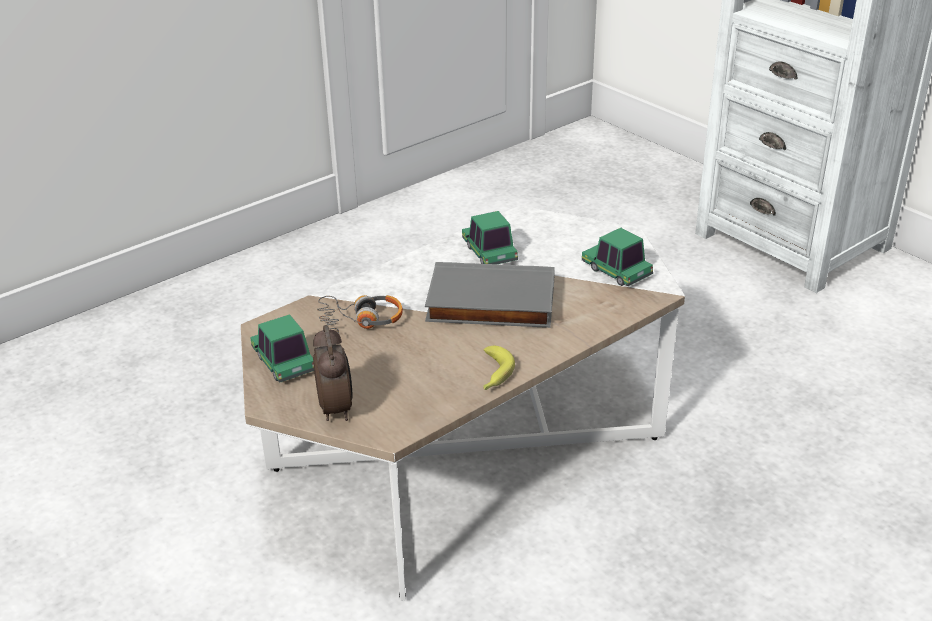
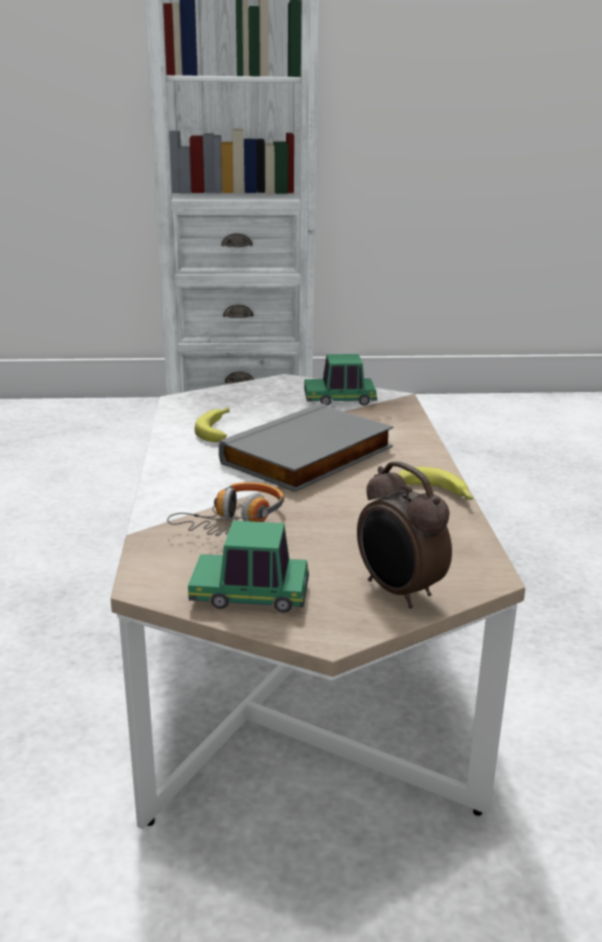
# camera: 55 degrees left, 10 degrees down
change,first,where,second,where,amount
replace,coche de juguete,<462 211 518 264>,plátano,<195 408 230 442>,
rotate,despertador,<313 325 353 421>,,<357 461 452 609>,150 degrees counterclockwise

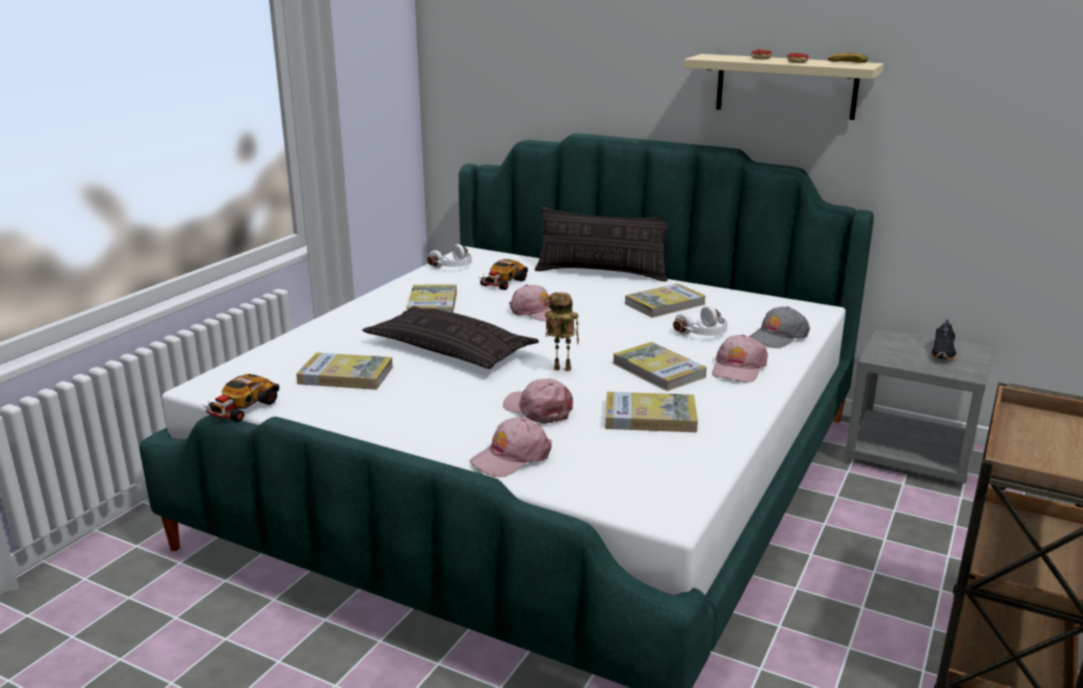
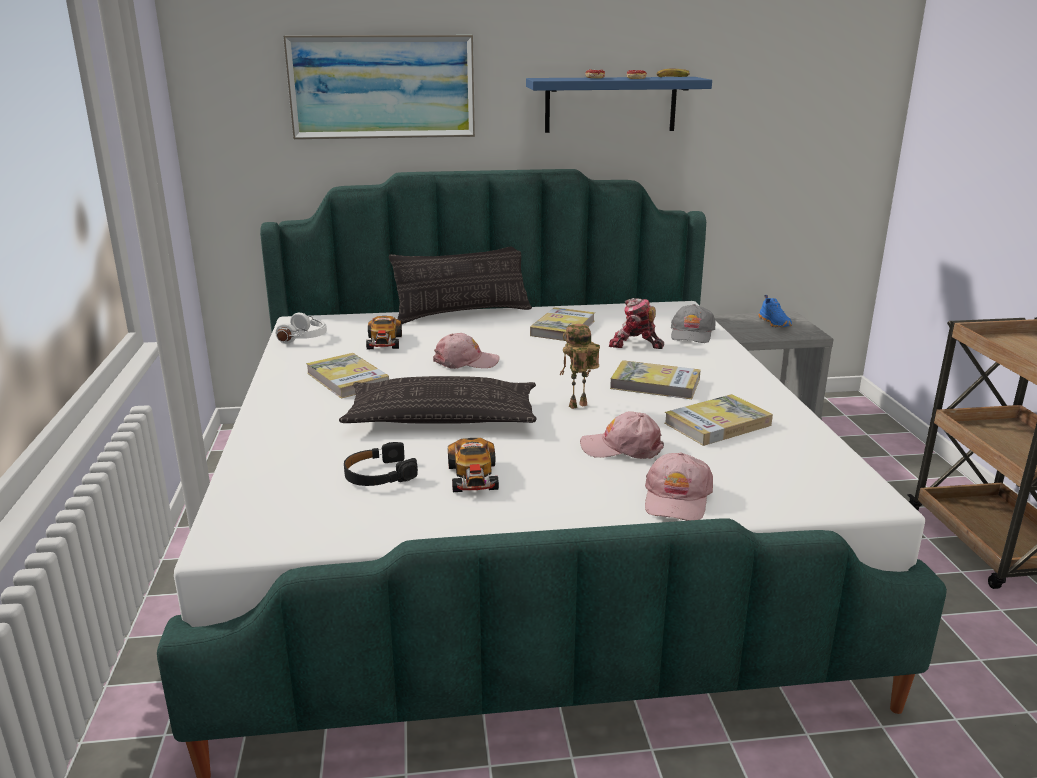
# camera: 35 degrees left, 0 degrees up
change,first,where,second,where,amount
insert,,,cuadro,<283 35 475 140>,
replace,libro,<296 352 393 390>,auriculares [negro],<344 442 418 486>,
move,coche de juguete,<203 374 279 422>,,<448 438 499 492>,
recolor,estante [beis],<684 54 884 120>,estante [azul],<526 77 712 133>,
replace,auriculares [blanco],<673 306 728 336>,robot de juguete,<609 298 664 349>,
recolor,zapato [negro],<930 319 956 360>,zapato [azul],<758 295 792 327>,
delete,gorra [rosa],<712 334 768 383>,,,

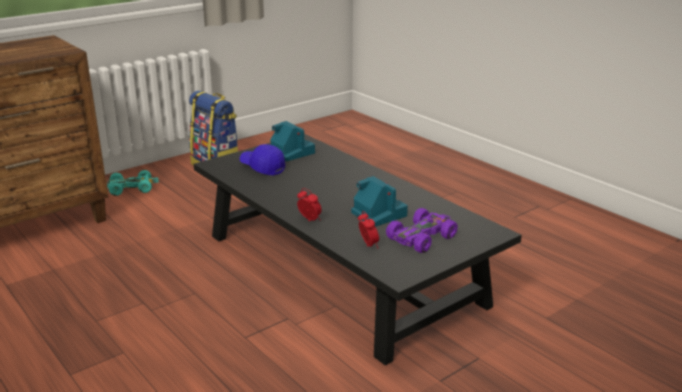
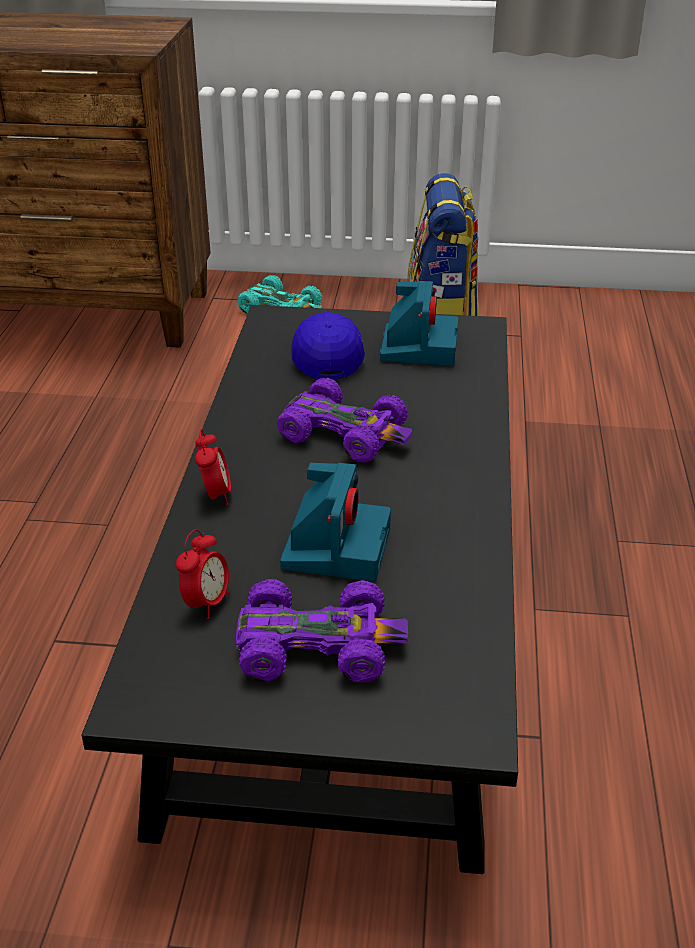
# camera: 45 degrees right, 10 degrees up
change,first,where,second,where,amount
insert,,,coche de juguete [morado],<277 378 412 463>,

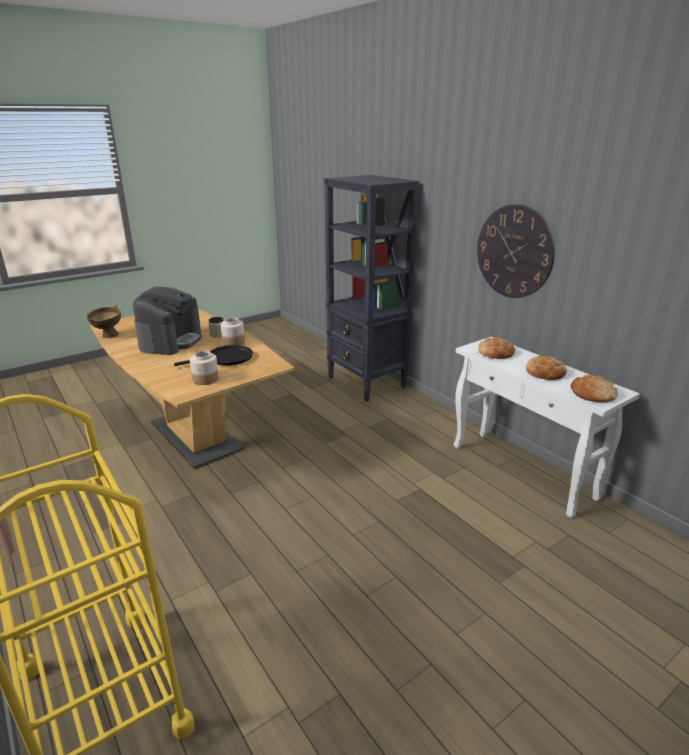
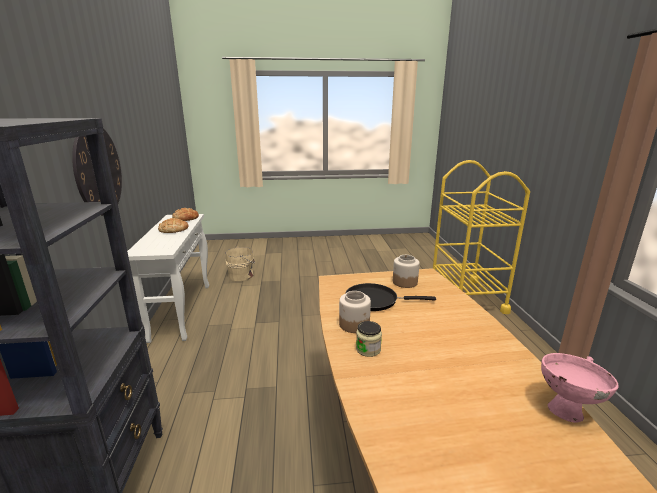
# camera: 150 degrees left, 5 degrees down
change,first,where,second,where,amount
insert,,,cubo [beis],<226 246 255 281>,
recolor,cuenco [marrón],<87 305 121 338>,cuenco [rosa],<541 353 619 423>,
delete,cafetera,<133 287 202 355>,,,
delete,pan,<478 337 515 359>,,,

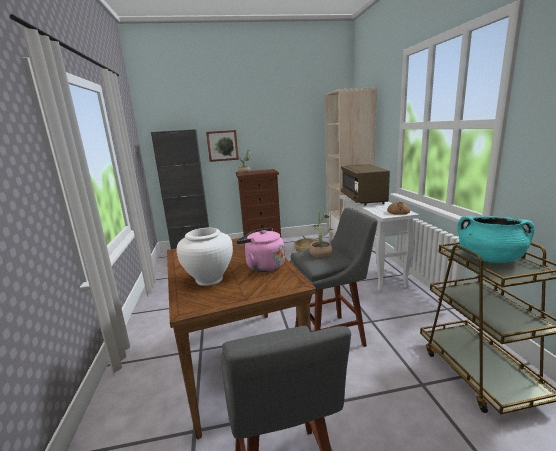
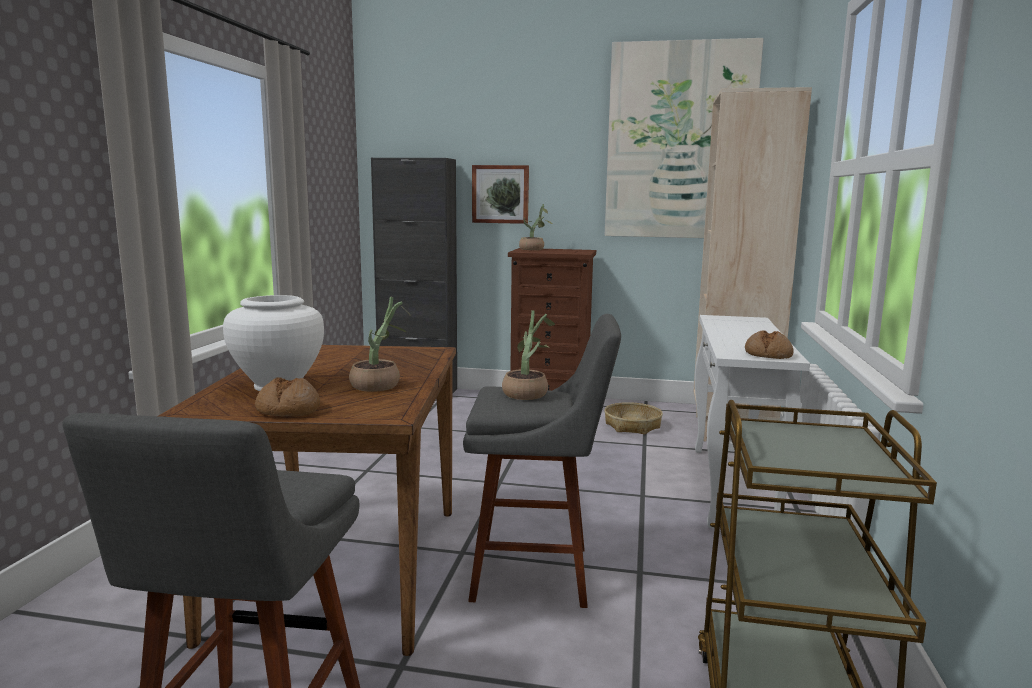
# camera: 20 degrees right, 5 degrees down
change,first,where,second,where,amount
insert,,,pan,<255 377 320 416>,
replace,hervidor [rosa],<236 228 285 272>,planta en maceta,<349 297 410 392>,
insert,,,cuadro,<605 38 764 238>,
delete,microondas [marrón],<341 164 390 206>,,,
delete,olla [turquesa],<457 216 534 263>,,,

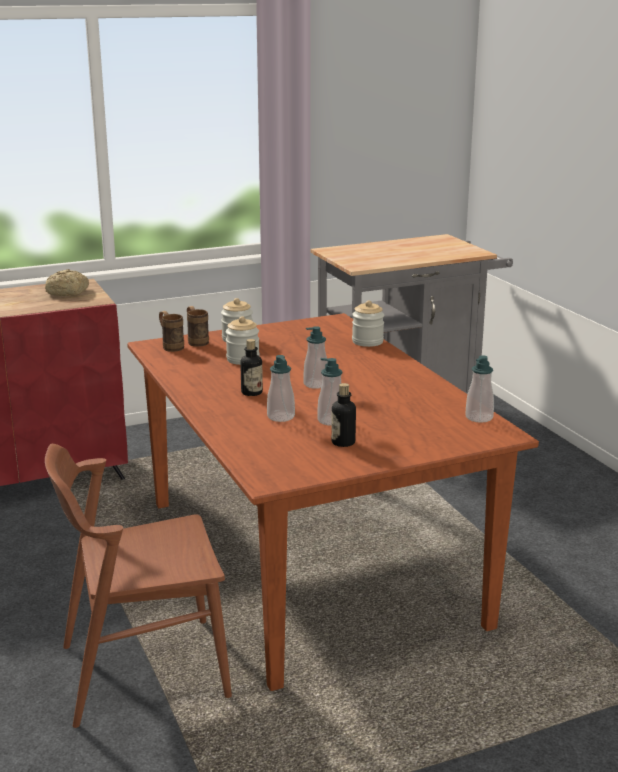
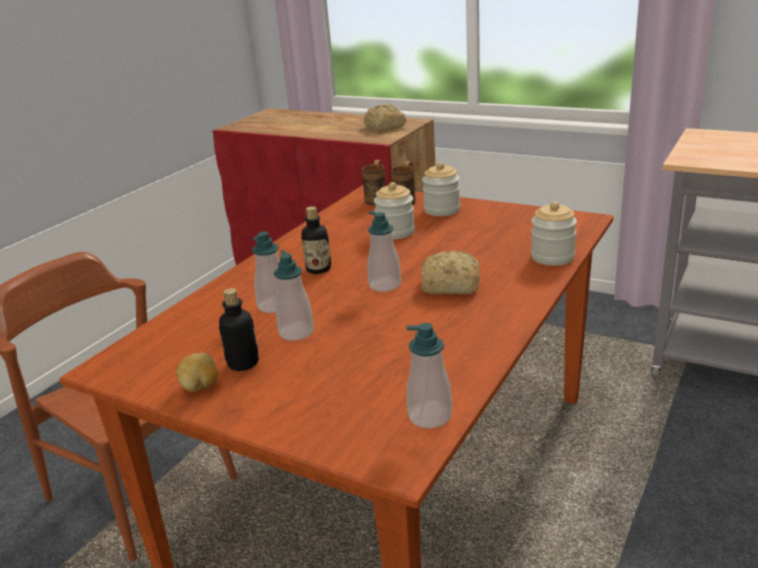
# camera: 55 degrees right, 5 degrees up
change,first,where,second,where,amount
insert,,,patata,<176 353 218 392>,
insert,,,pan,<421 250 480 294>,

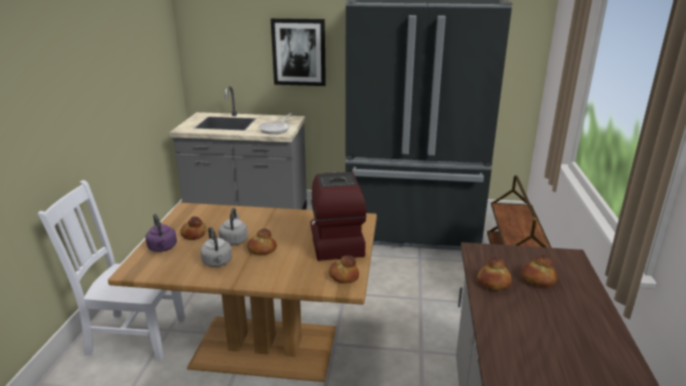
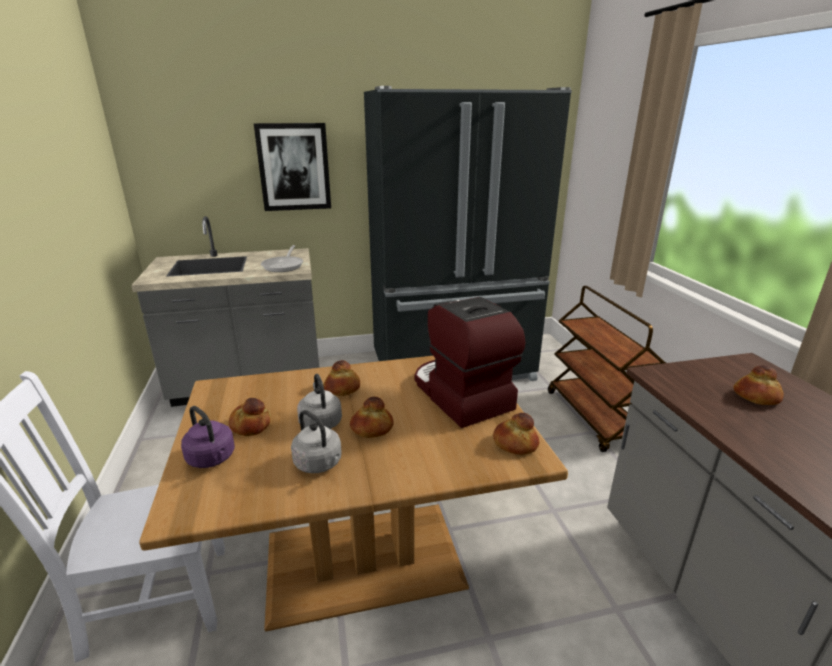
# camera: 20 degrees left, 0 degrees up
change,first,where,second,where,amount
move,pan,<477 257 512 290>,,<323 360 360 396>,

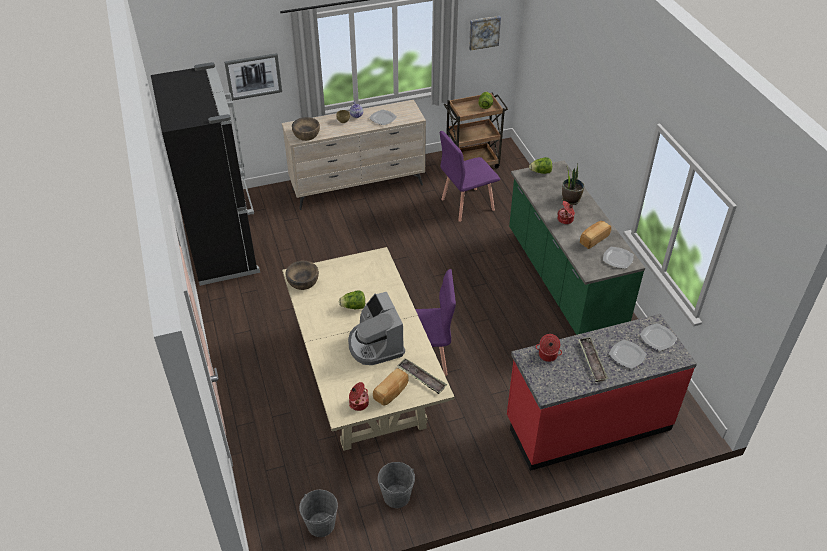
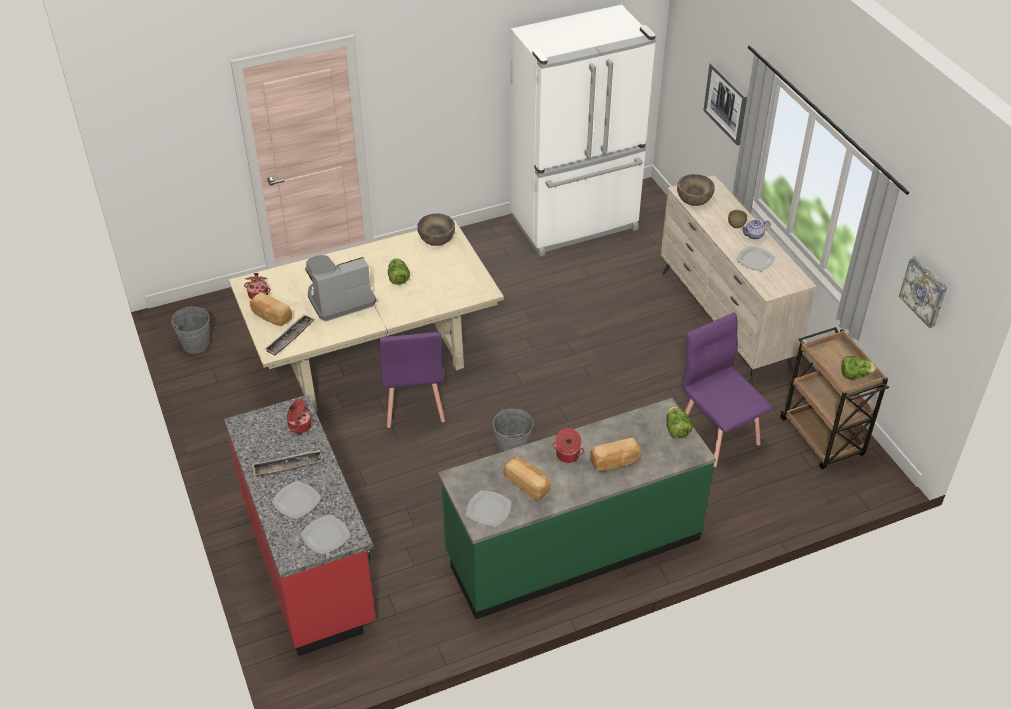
# camera: 85 degrees right, 0 degrees up
change,first,where,second,where,amount
move,cubo [gris],<378 462 415 508>,,<493 409 533 453>,
recolor,nevera [negro],<151 62 260 286>,nevera [blanco],<510 5 656 256>,
replace,planta en maceta,<562 164 585 205>,pan,<590 438 641 472>,

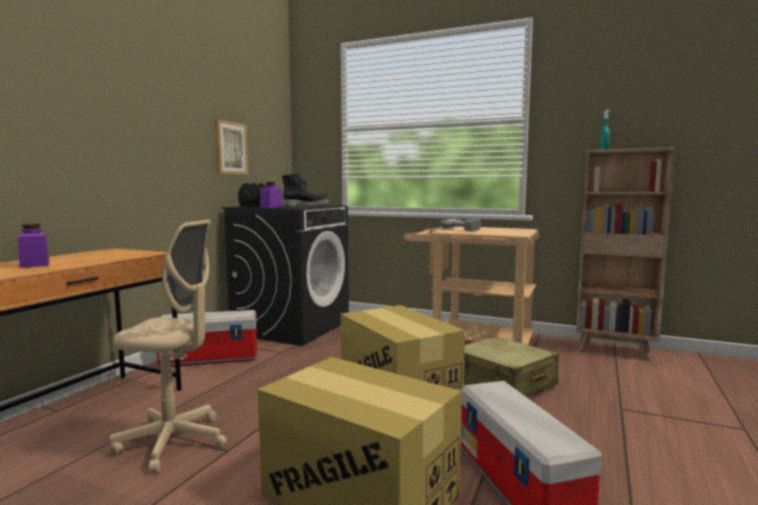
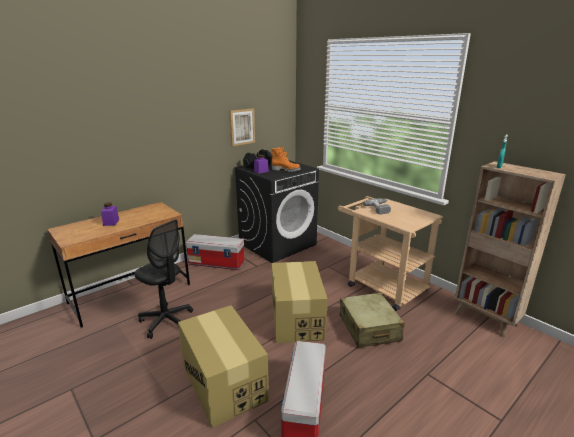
# camera: 25 degrees right, 15 degrees up
change,first,where,second,where,amount
recolor,silla de oficina [beis],<109 220 227 474>,silla de oficina [negro],<135 219 193 339>,
recolor,bota [negro],<282 173 329 206>,bota [naranja],<271 147 301 172>,

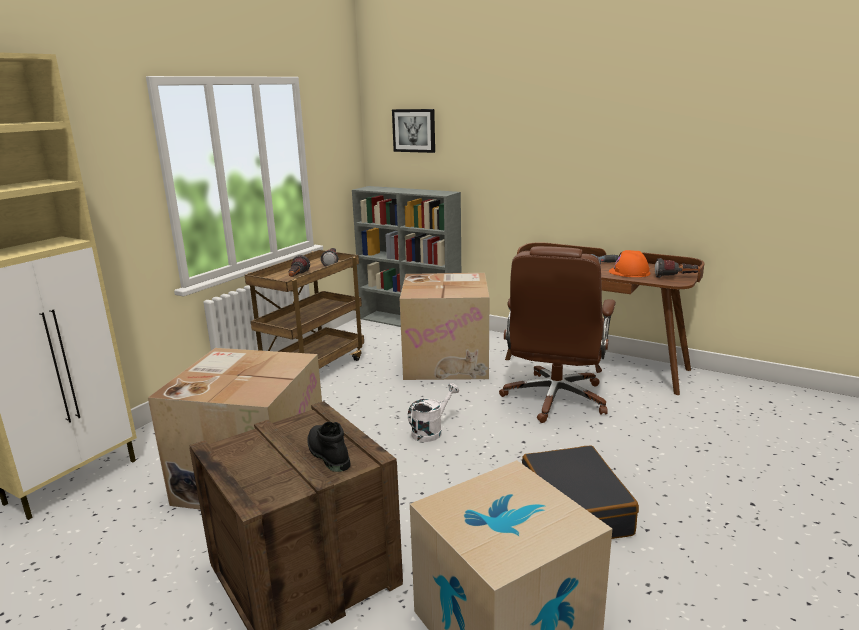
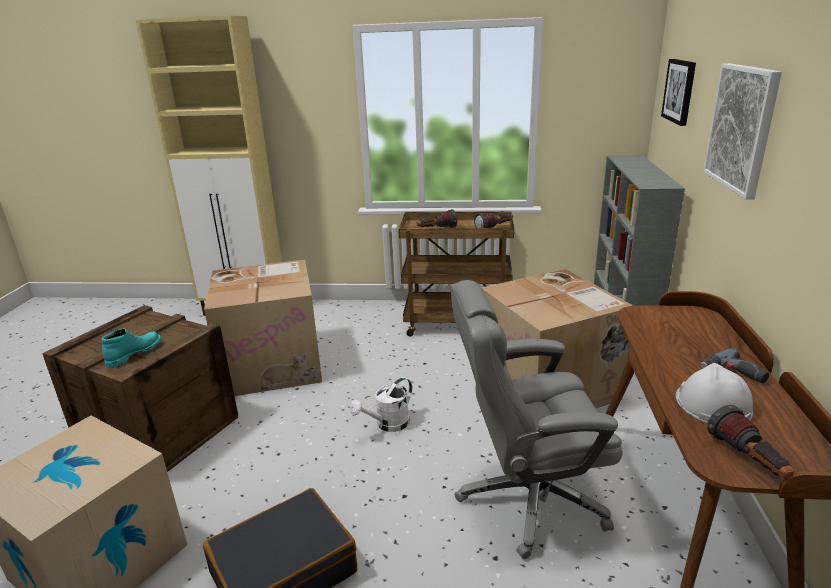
# camera: 65 degrees right, 5 degrees up
change,first,where,second,where,amount
recolor,bota [negro],<307 422 351 472>,bota [turquesa],<101 328 161 368>,
rotate,regadera [blanco],<408 383 459 442>,,<350 377 412 432>,120 degrees clockwise
recolor,silla de oficina [marrón],<499 246 616 423>,silla de oficina [gris],<450 280 623 559>,
recolor,casco [naranja],<609 250 651 277>,casco [blanco],<675 363 753 423>,
insert,,,cuadro,<703 63 782 200>,

